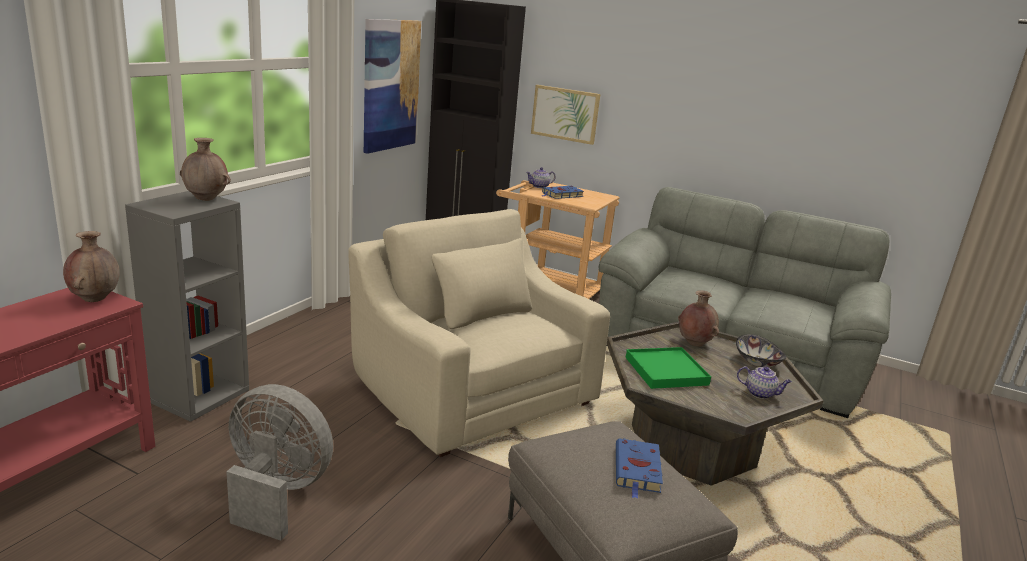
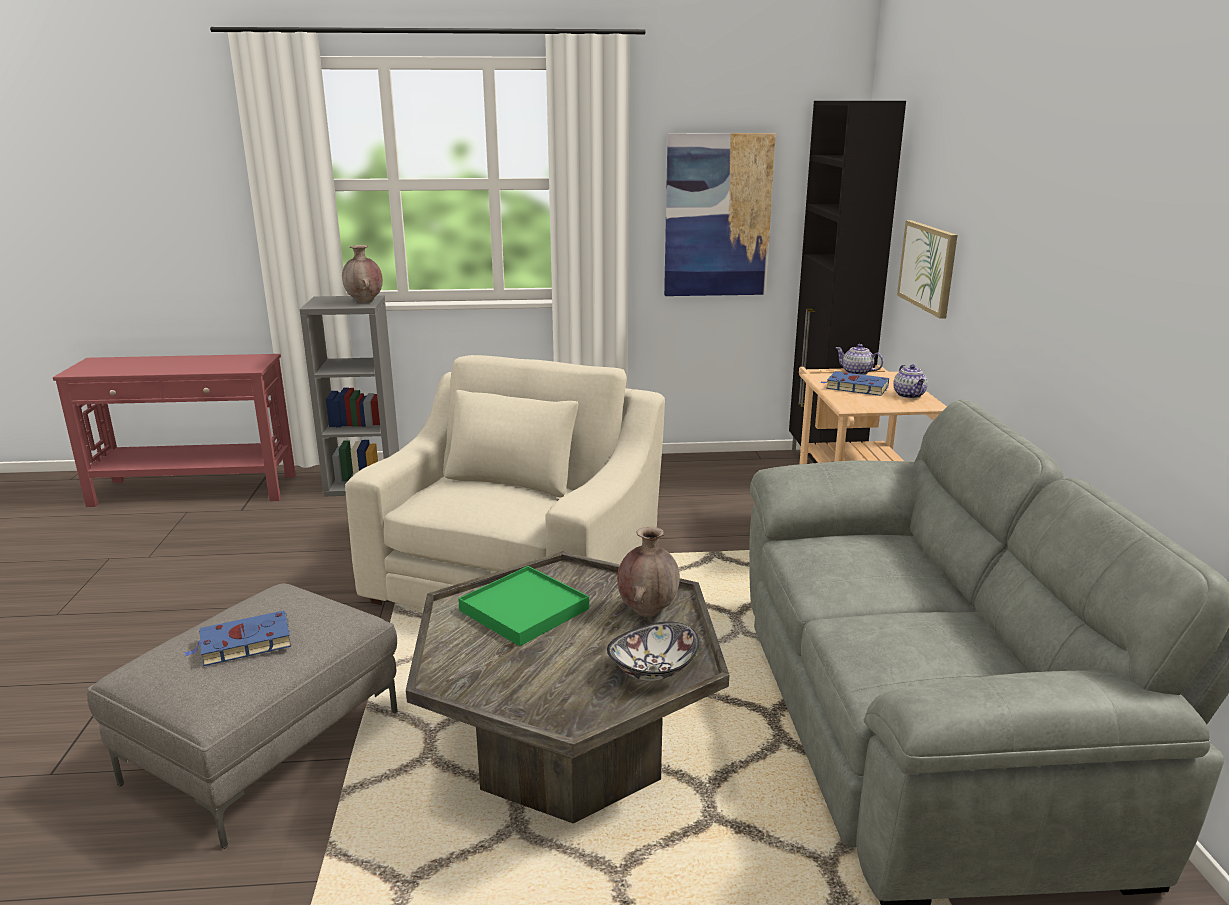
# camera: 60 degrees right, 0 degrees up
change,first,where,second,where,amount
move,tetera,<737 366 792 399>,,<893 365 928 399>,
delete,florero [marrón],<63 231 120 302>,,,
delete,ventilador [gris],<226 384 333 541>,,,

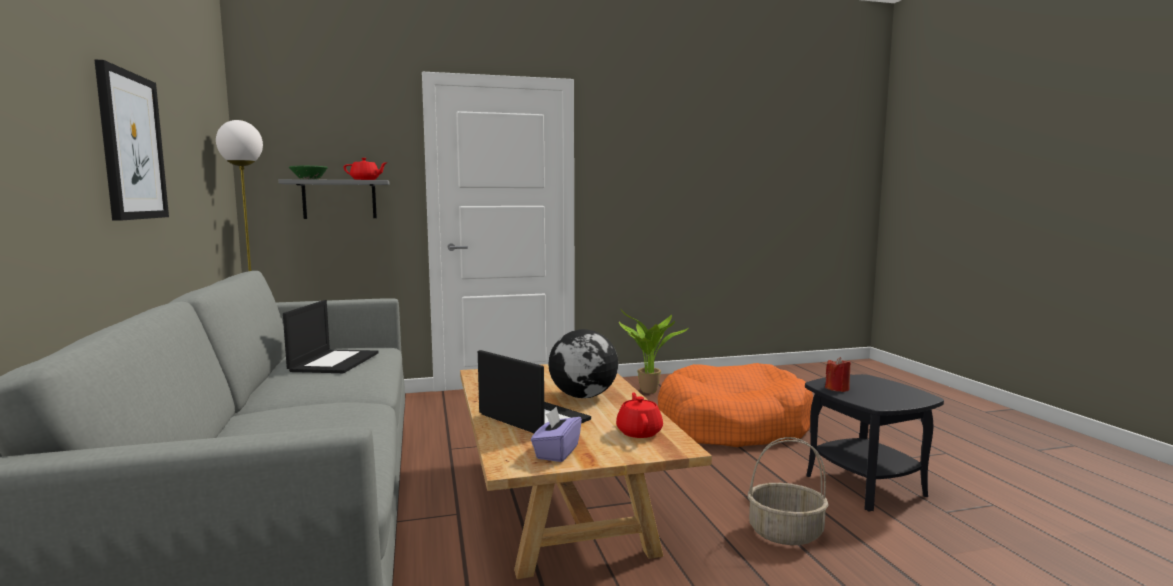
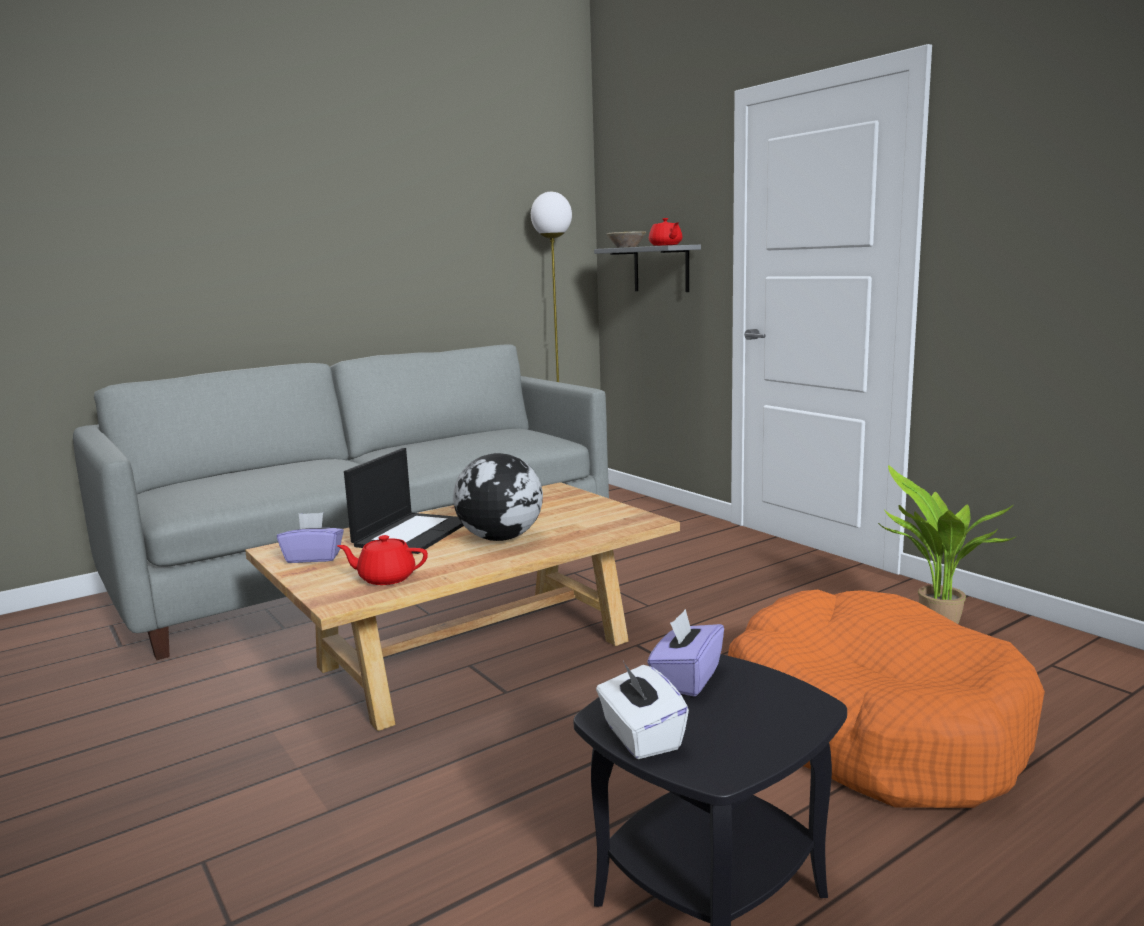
# camera: 70 degrees right, 5 degrees up
change,first,where,second,where,amount
rotate,tetera [rojo],<616 393 663 438>,,<337 535 428 585>,150 degrees counterclockwise
insert,,,caja de pañuelos [blanco],<596 661 689 759>,
recolor,cuenco [verde],<289 166 328 180>,cuenco [beis],<606 231 646 248>,
replace,vela [rojo],<825 357 851 392>,caja de pañuelos [morado],<647 609 724 697>,
delete,cuadro,<94 59 169 221>,,,
delete,portátil,<283 300 378 373>,,,
delete,cesta,<748 437 829 545>,,,

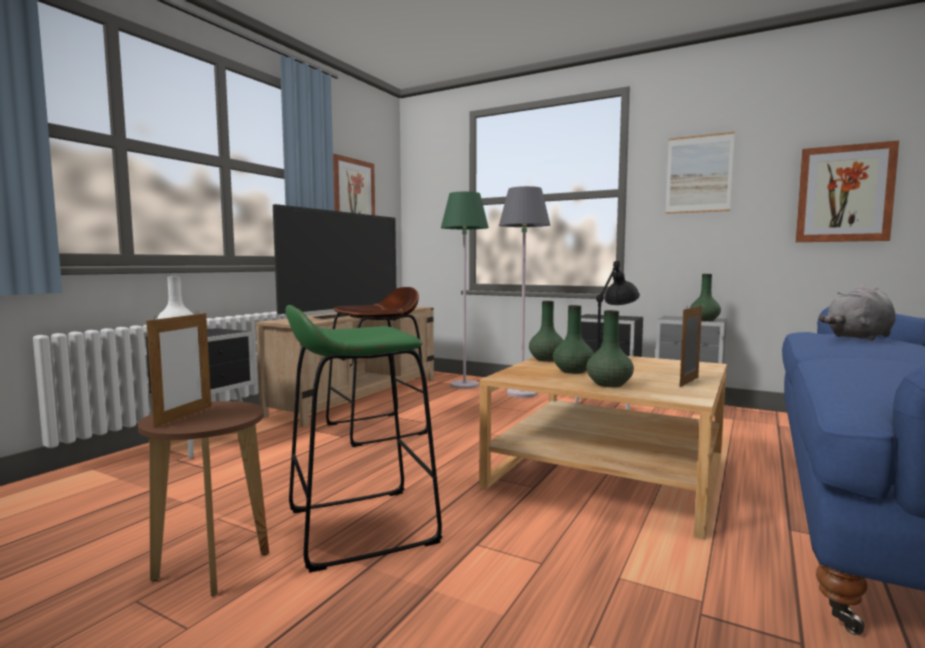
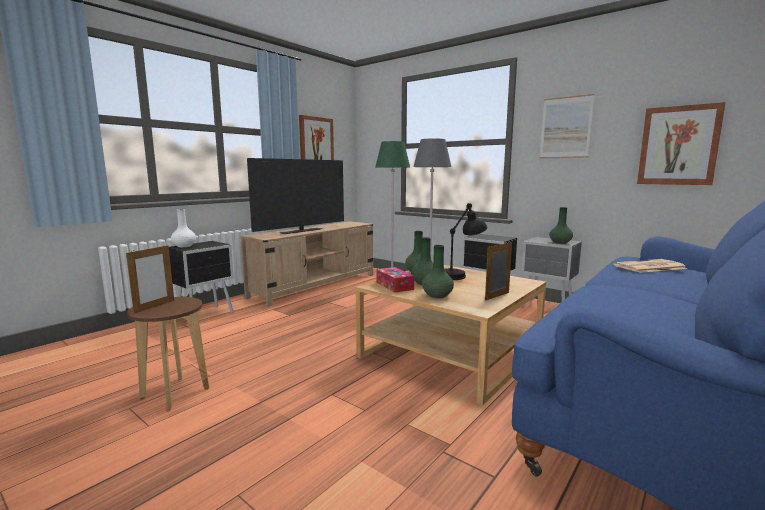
# camera: 10 degrees right, 5 degrees up
change,first,where,second,where,amount
insert,,,caja de pañuelos,<376 267 414 293>,
replace,peluche [gris],<818 284 896 341>,periódico,<613 259 688 273>,
delete,taburete [verde],<285 305 442 573>,,,
delete,taburete [marrón],<326 287 428 447>,,,

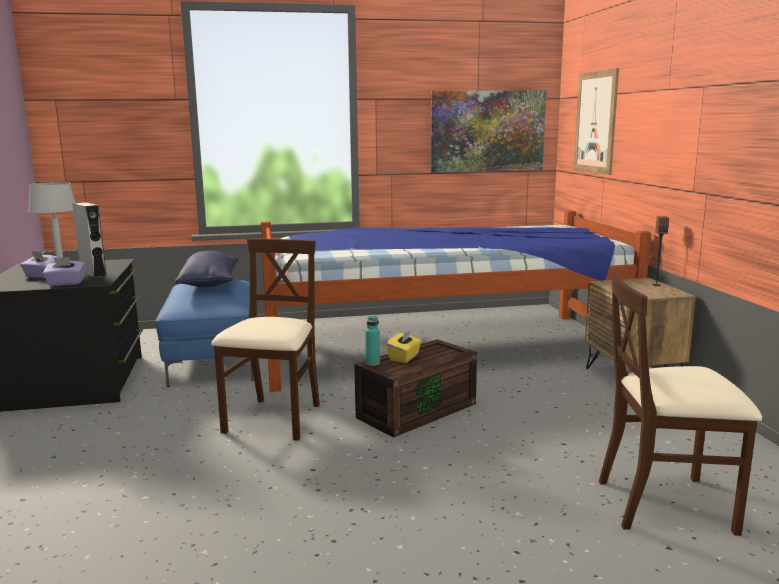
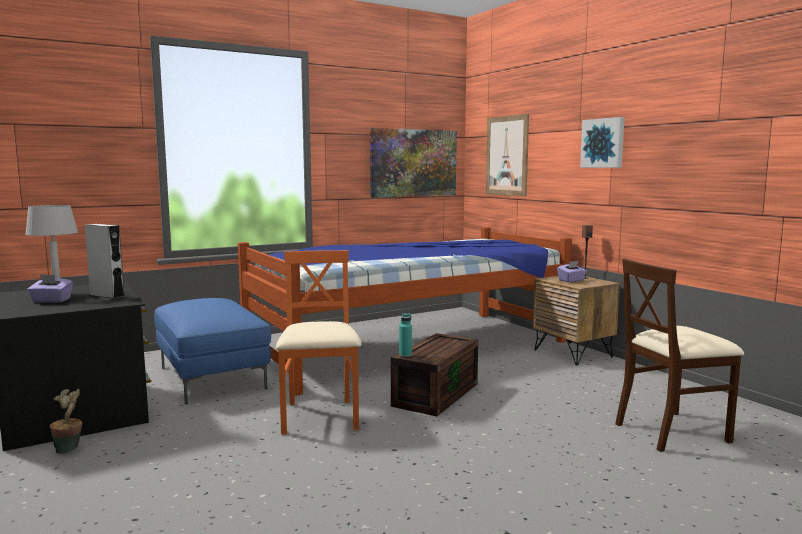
# camera: 20 degrees left, 5 degrees down
change,first,where,second,where,amount
insert,,,planta en maceta,<50 389 82 454>,
recolor,silla [beis],<211 239 320 441>,silla [naranja],<276 250 361 435>,
move,caja de pañuelos [morado],<43 257 86 286>,,<557 261 587 282>,
insert,,,cuadro,<580 117 625 168>,
delete,cojín [azul],<175 251 239 287>,,,
delete,caja de pañuelos [amarillo],<387 329 422 363>,,,

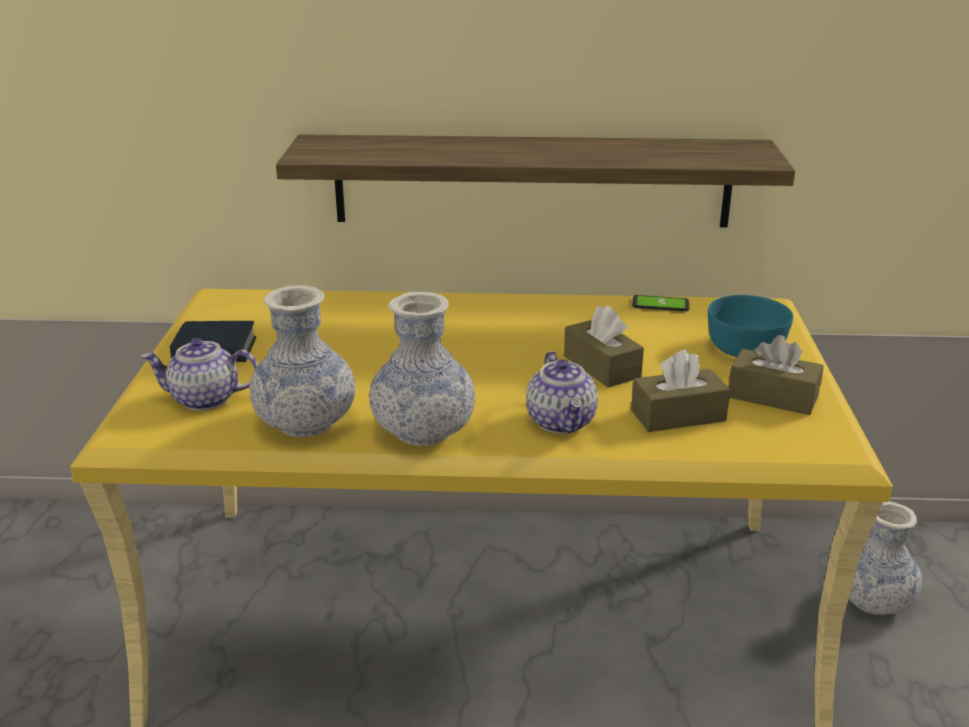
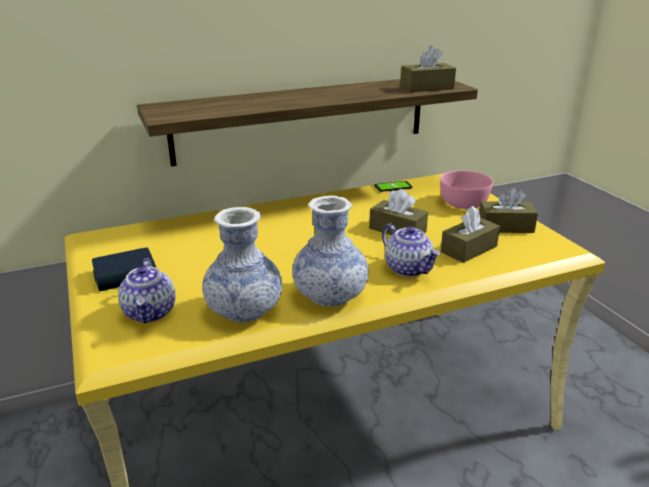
# camera: 25 degrees left, 0 degrees up
change,first,where,second,where,amount
rotate,tetera,<141 338 258 411>,,<118 258 175 324>,75 degrees counterclockwise
insert,,,caja de pañuelos [marrón],<400 46 456 92>,
recolor,cuenco [turquesa],<708 295 793 357>,cuenco [rosa],<440 170 493 209>,
delete,florero,<849 501 922 615>,,,

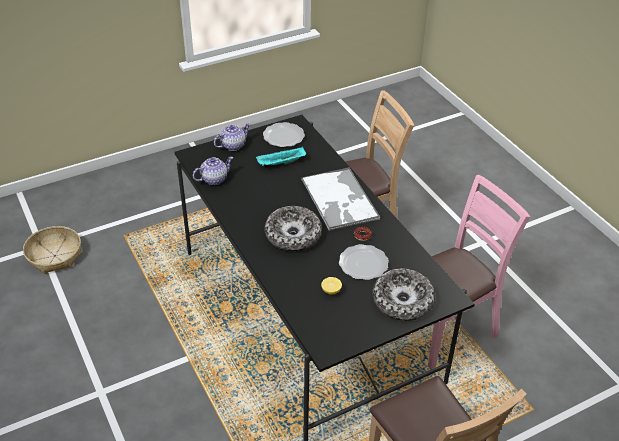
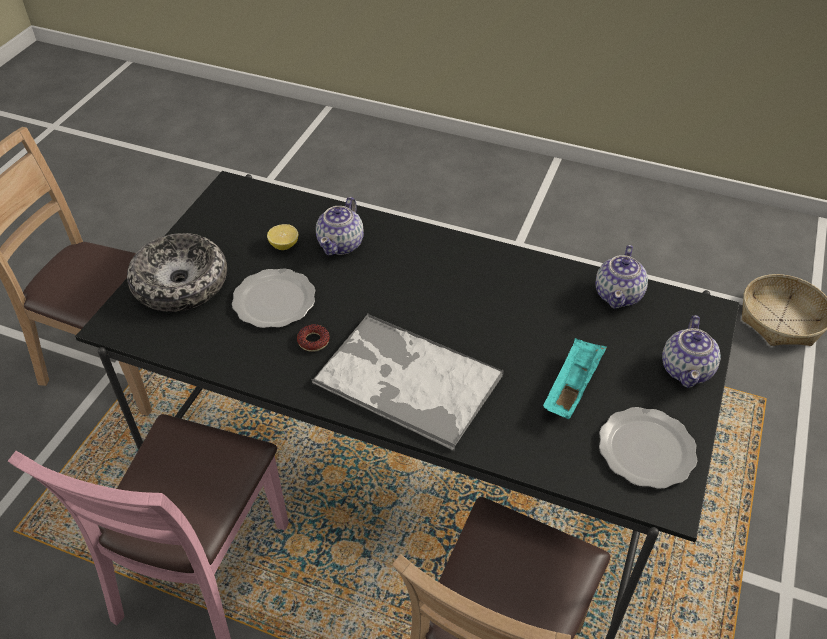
# camera: 140 degrees right, 5 degrees up
change,first,where,second,where,amount
insert,,,tetera,<316 197 364 256>,
delete,cuenco,<264 206 322 252>,,,

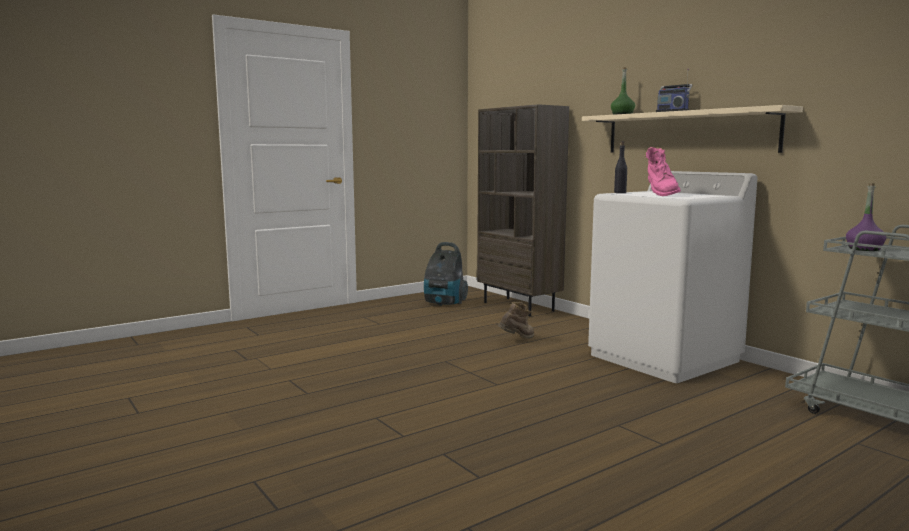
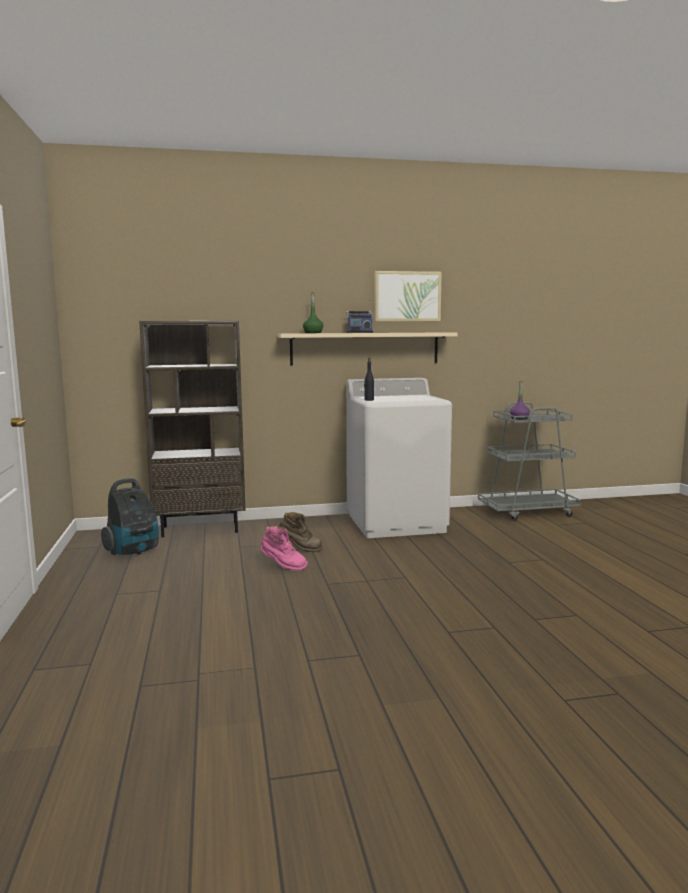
# camera: 65 degrees left, 0 degrees up
change,first,where,second,where,amount
move,bota [rosa],<645 147 681 196>,,<261 526 308 571>,
rotate,bota [marrón],<498 302 534 339>,,<279 512 323 552>,120 degrees clockwise
insert,,,cuadro,<374 271 442 322>,

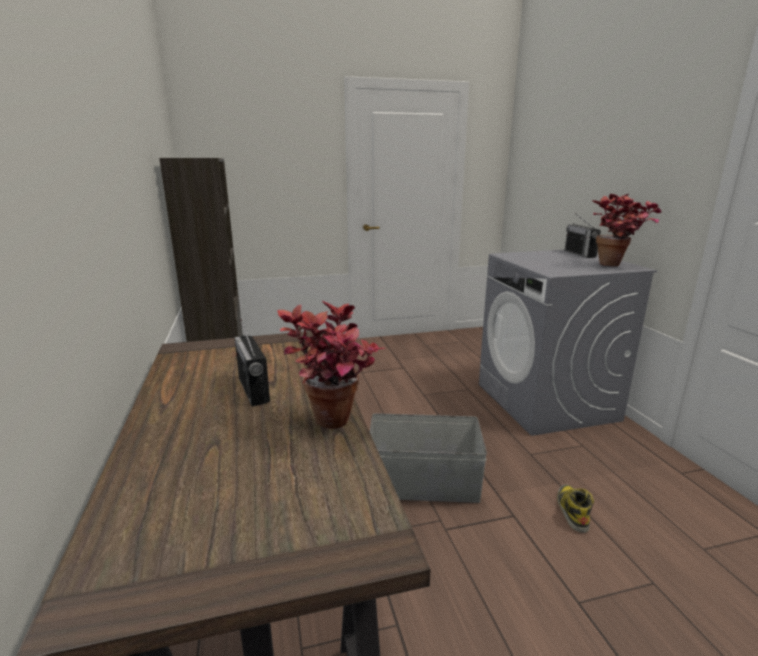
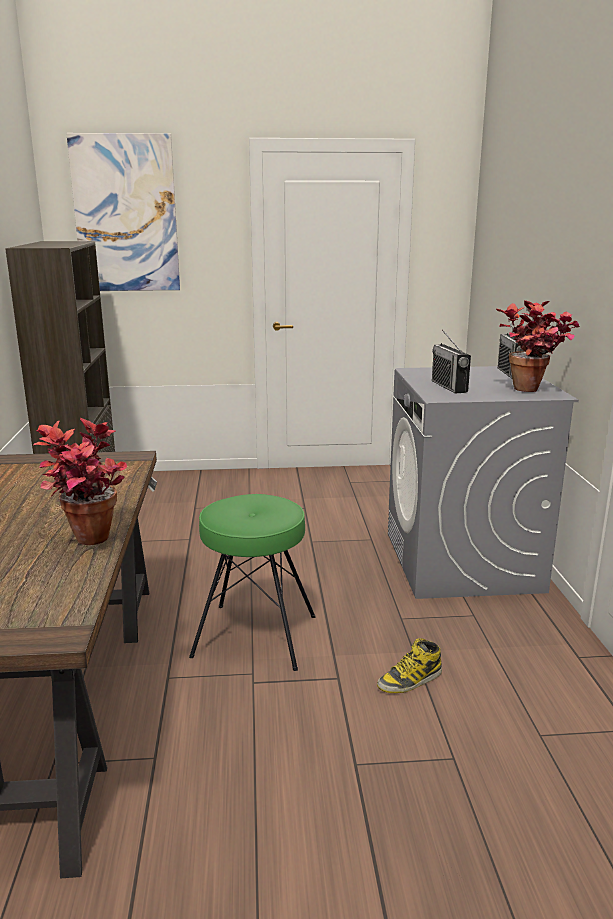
# camera: 10 degrees right, 0 degrees up
change,first,where,second,where,amount
insert,,,cuadro,<66 133 180 291>,
replace,caja de almacenaje [gris],<370 413 487 503>,taburete [verde],<189 494 316 671>,
rotate,bota,<557 485 594 533>,,<377 638 442 693>,135 degrees counterclockwise
move,radio,<234 319 270 406>,,<432 329 471 394>,

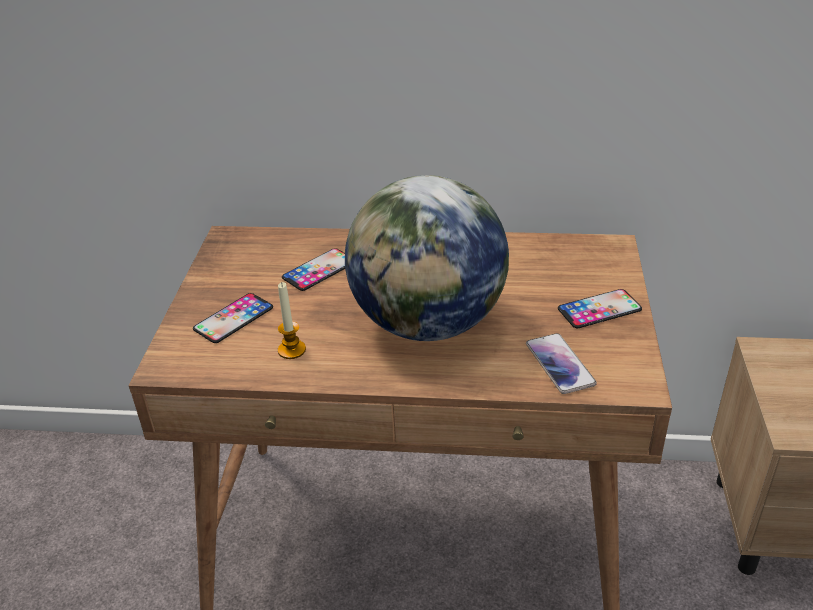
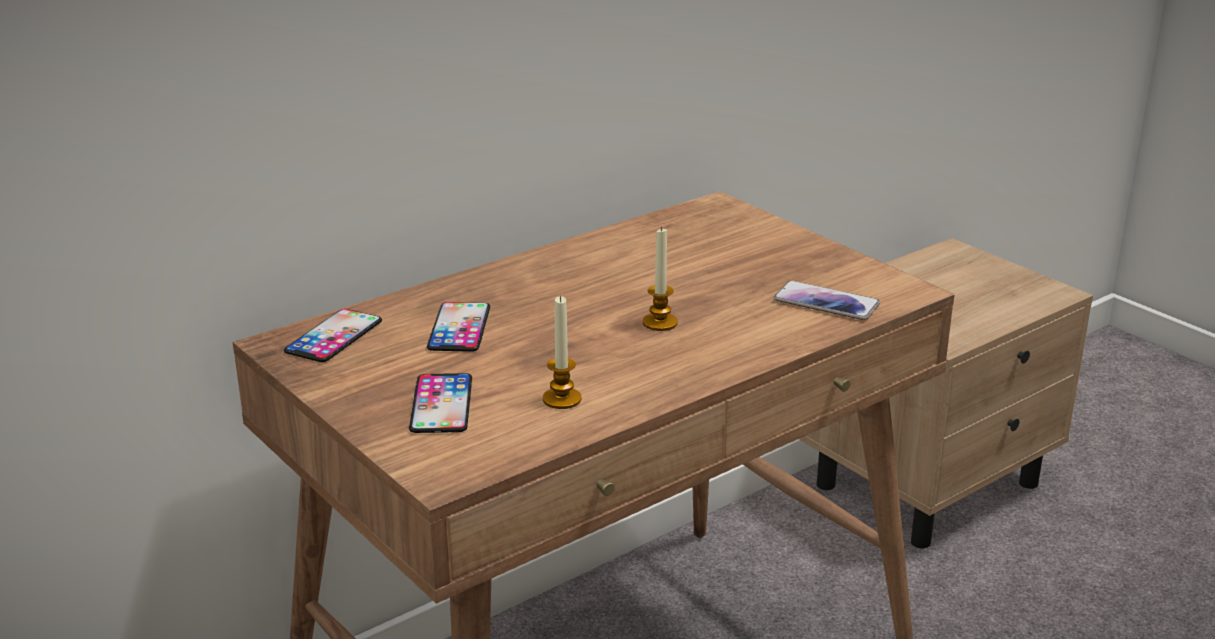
# camera: 45 degrees left, 10 degrees down
change,first,where,second,where,amount
move,móvil,<558 289 642 328>,,<284 309 382 362>,
replace,globo terráqueo,<345 175 509 341>,vela,<643 227 678 331>,

